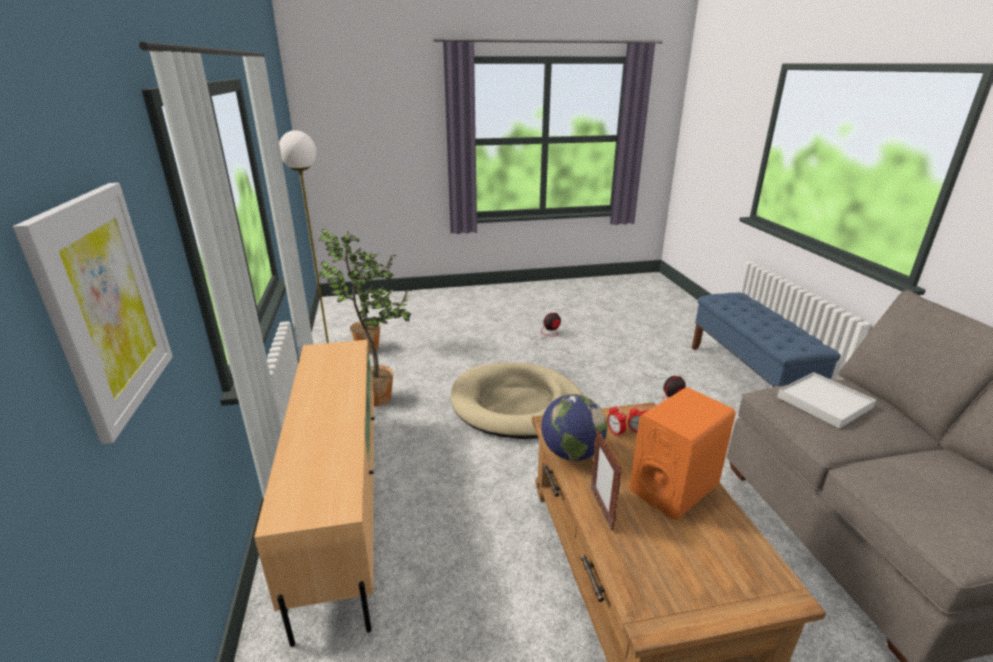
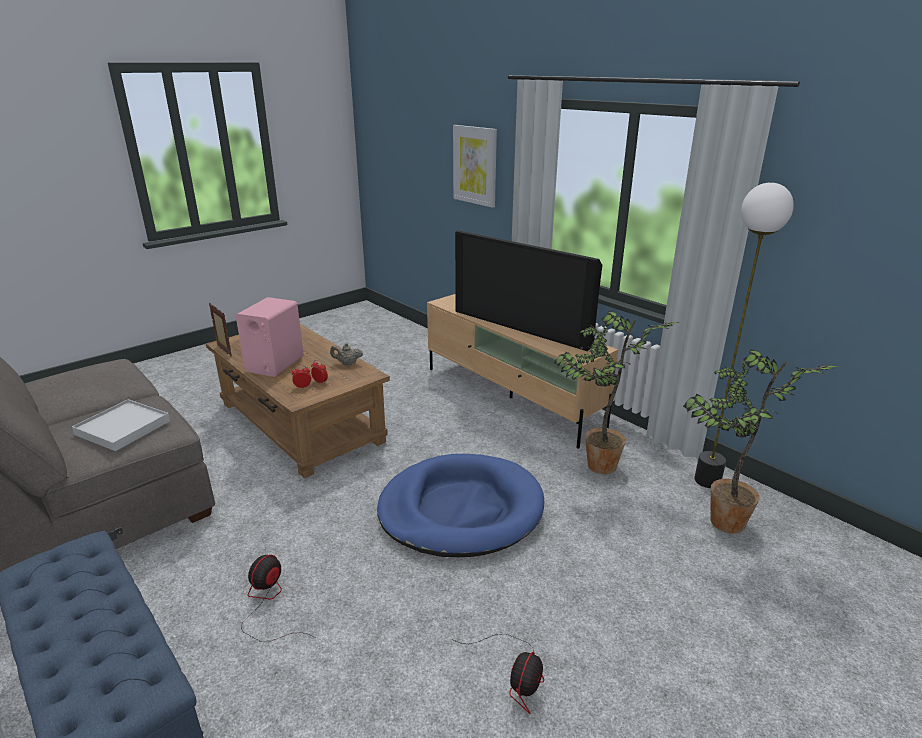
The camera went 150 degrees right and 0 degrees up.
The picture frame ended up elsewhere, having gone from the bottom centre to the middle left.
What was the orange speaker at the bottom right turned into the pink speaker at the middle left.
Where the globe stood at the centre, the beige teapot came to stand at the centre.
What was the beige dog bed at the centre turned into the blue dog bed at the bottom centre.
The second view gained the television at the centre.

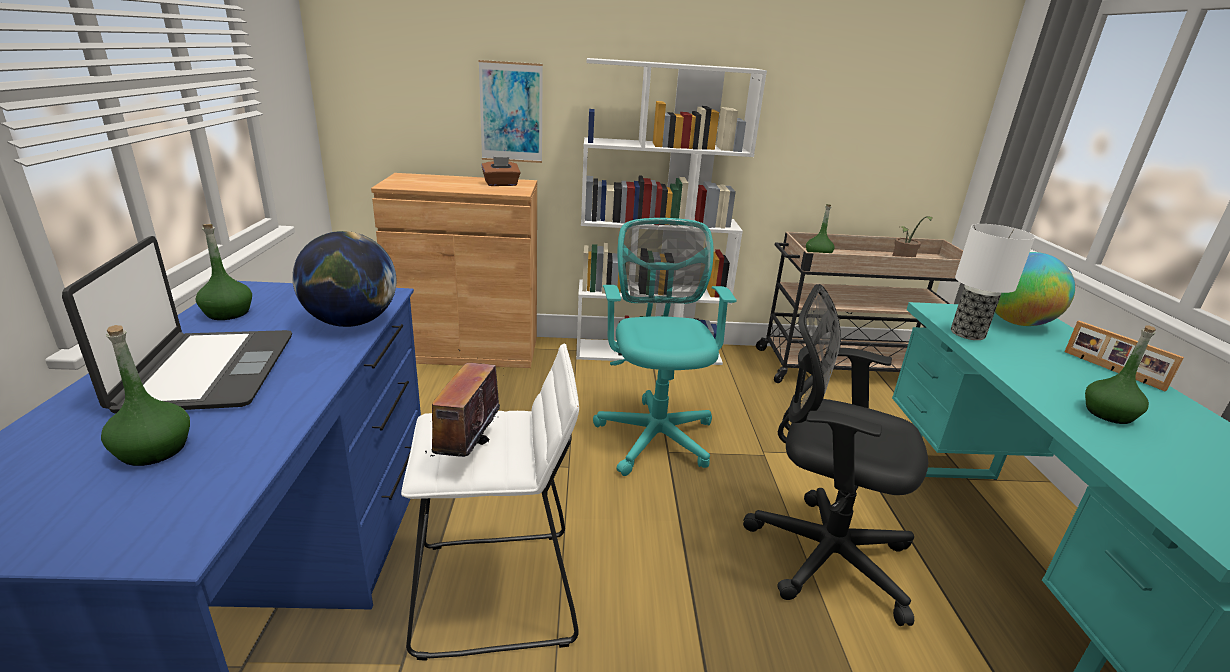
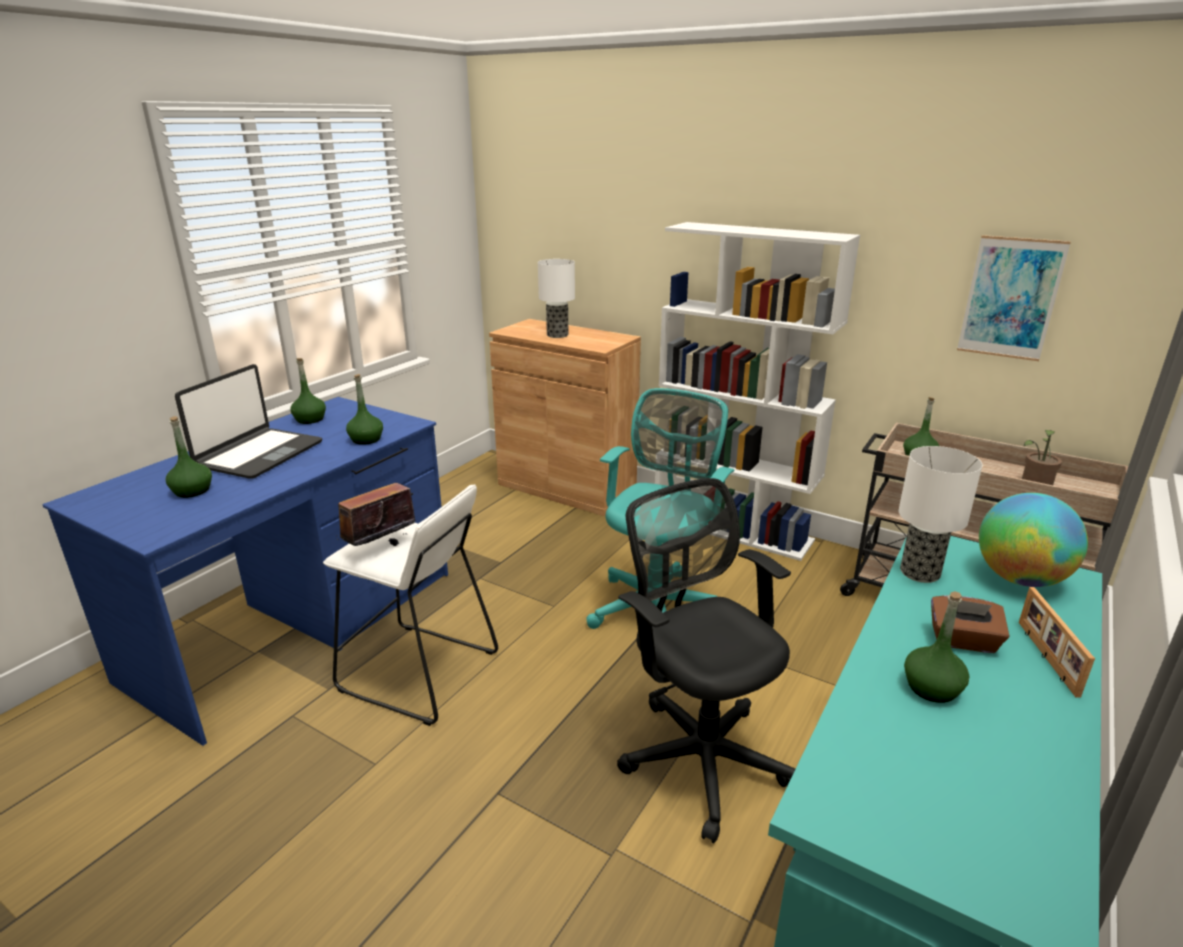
The camera went 35 degrees right and 0 degrees up.
Where the globe (1st from left) stood at the middle left, the green bottle (3rd from left) came to stand at the middle left.
The second view gained the table lamp (1st from left) at the top centre.
The brown tissue box ended up elsewhere, having gone from the top centre to the middle right.
The picture ended up elsewhere, having gone from the top centre to the top right.

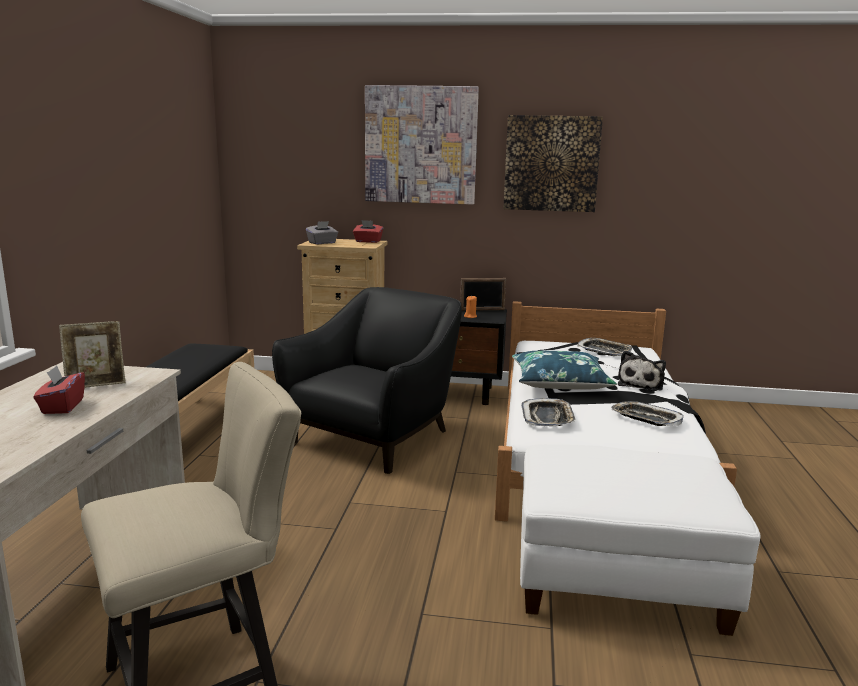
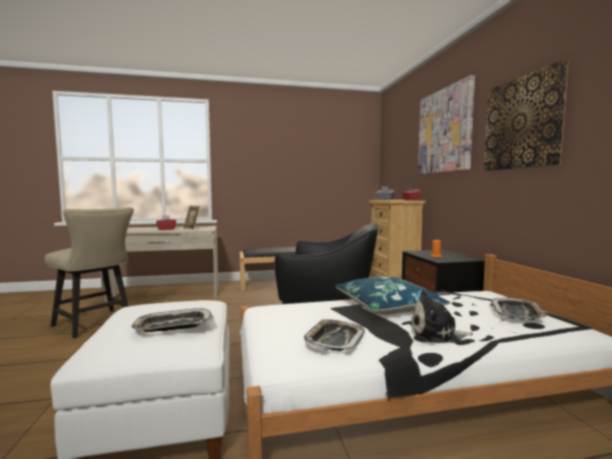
The camera went 70 degrees right and 10 degrees down.
The tray (1st from left) ended up elsewhere, having gone from the centre to the bottom left.
The second view lost the picture frame (2nd from left) at the centre.

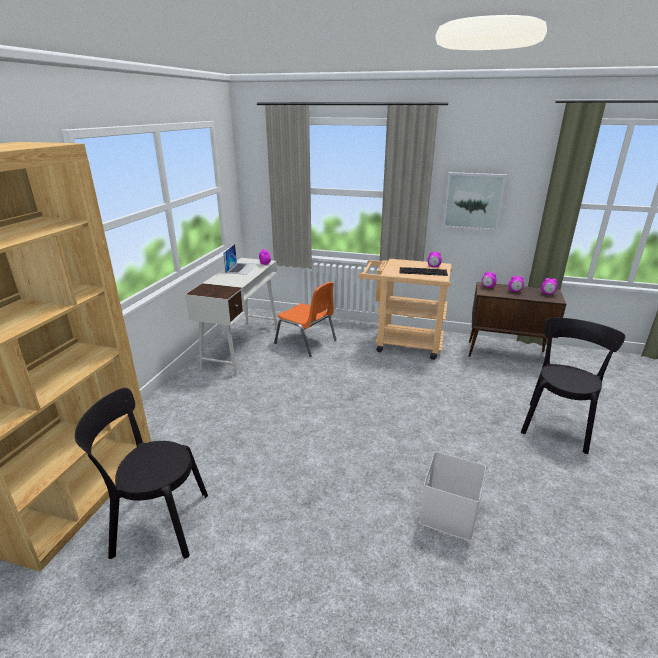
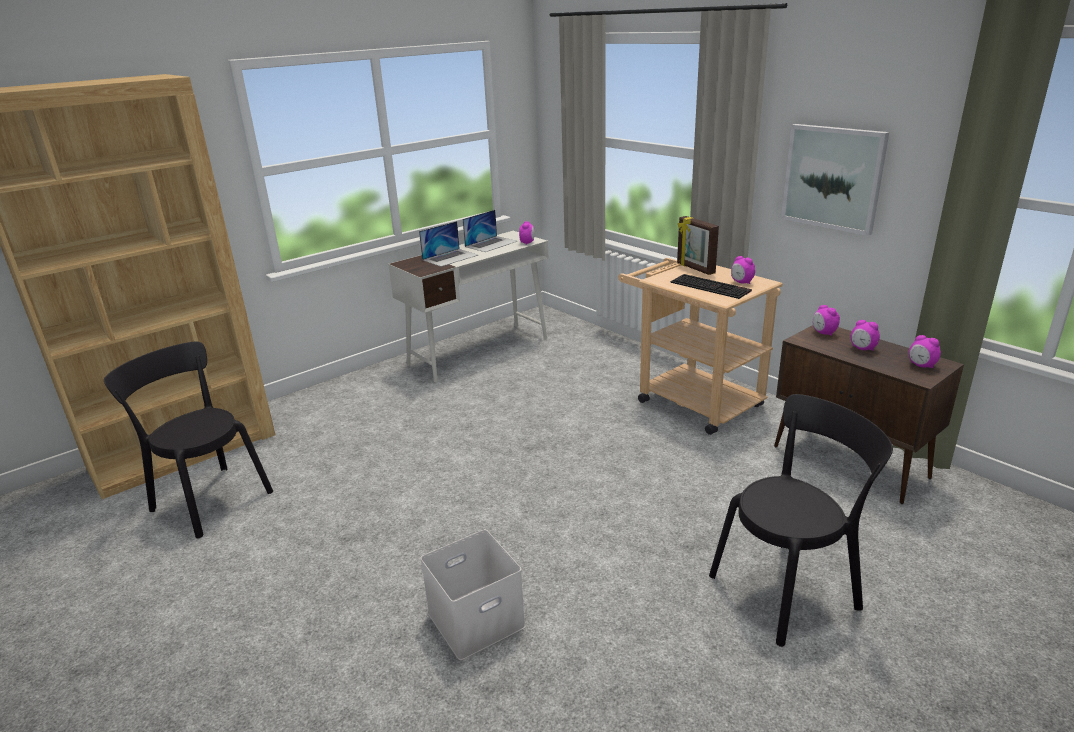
The camera went 35 degrees right and 0 degrees up.
The second view gained the laptop (1st from left) at the centre.
The second view gained the picture frame at the centre.
The second view lost the orange chair at the centre.

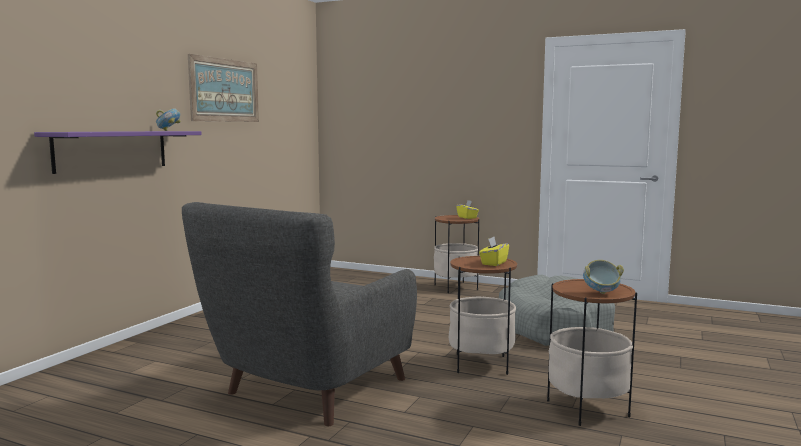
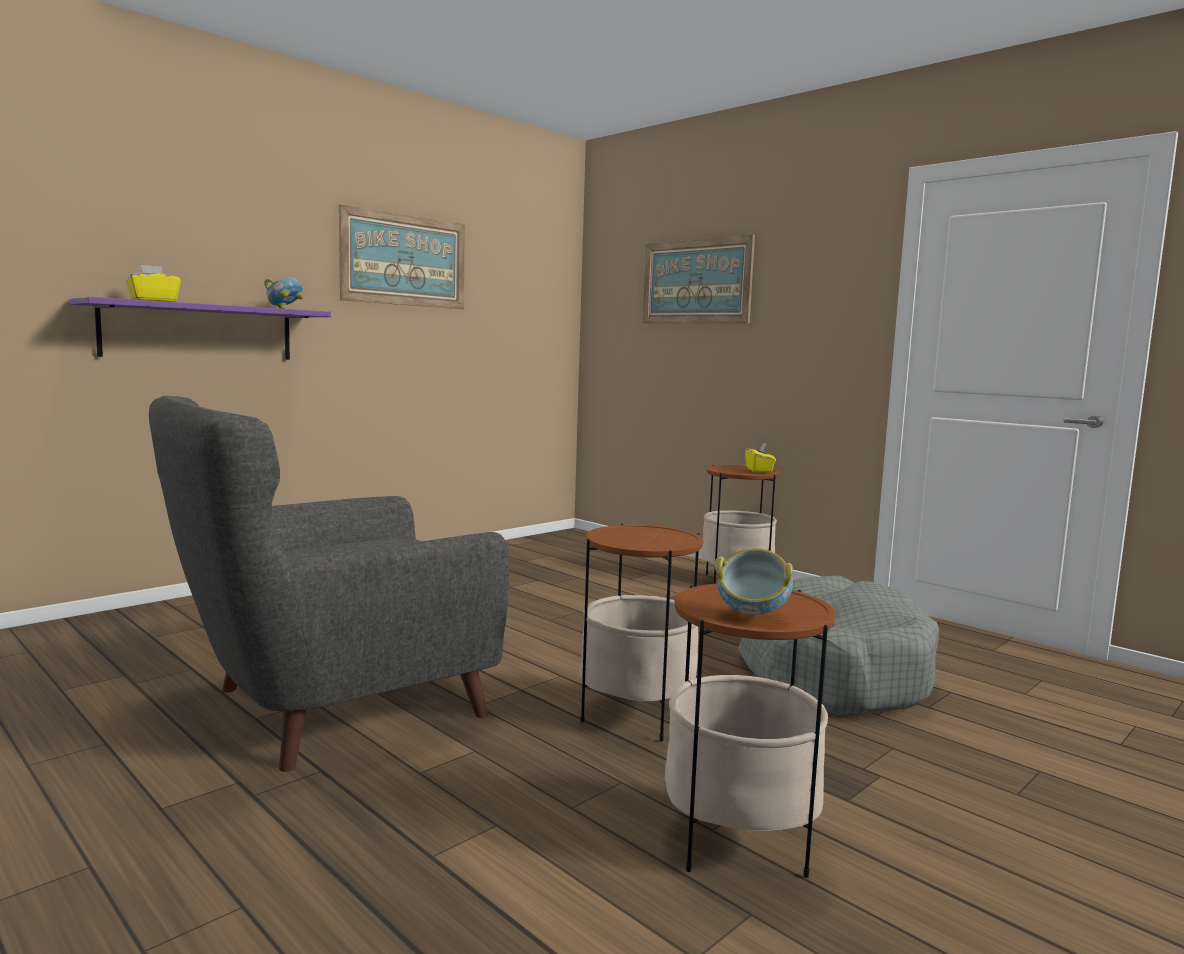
The camera went 20 degrees right and 0 degrees up.
The yellow tissue box (2nd from left in the first image) ended up elsewhere, having gone from the centre to the top left.
The second view gained the picture (2nd from left) at the top centre.

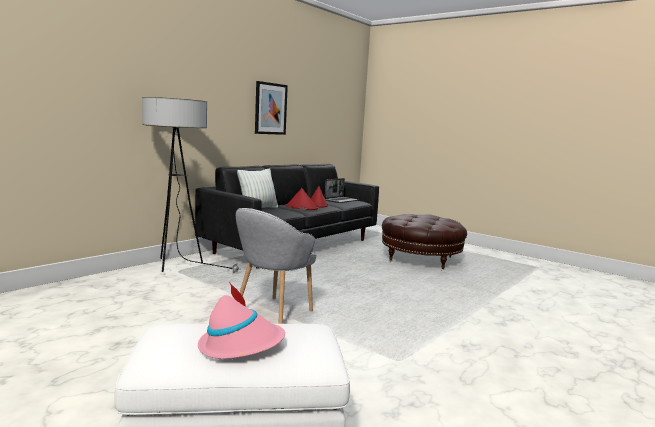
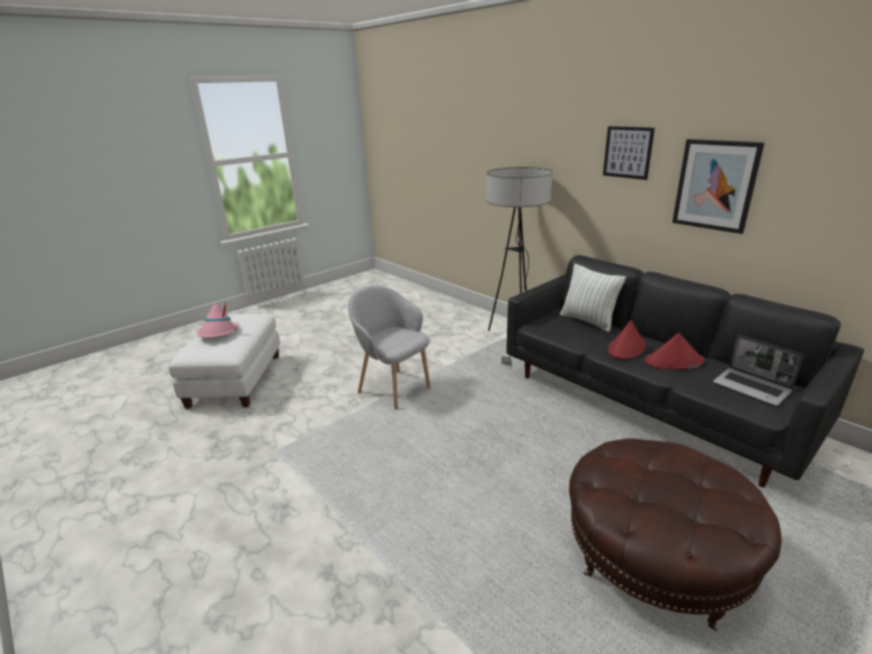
The camera went 100 degrees right and 15 degrees up.
The second view gained the picture (1st from left) at the top right.

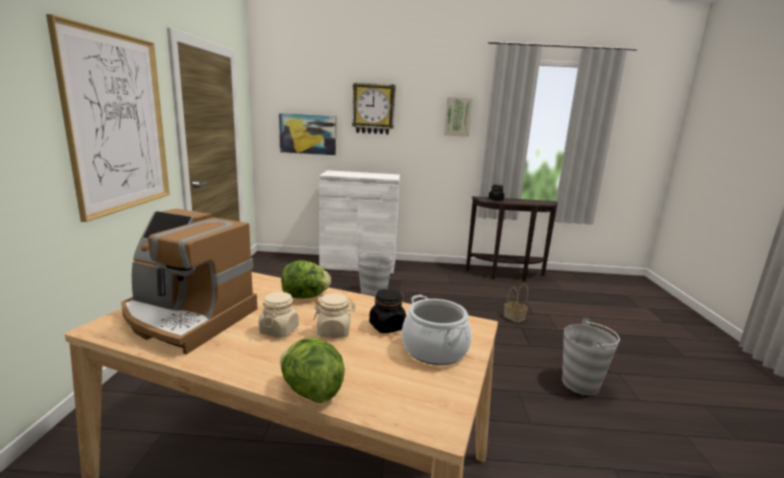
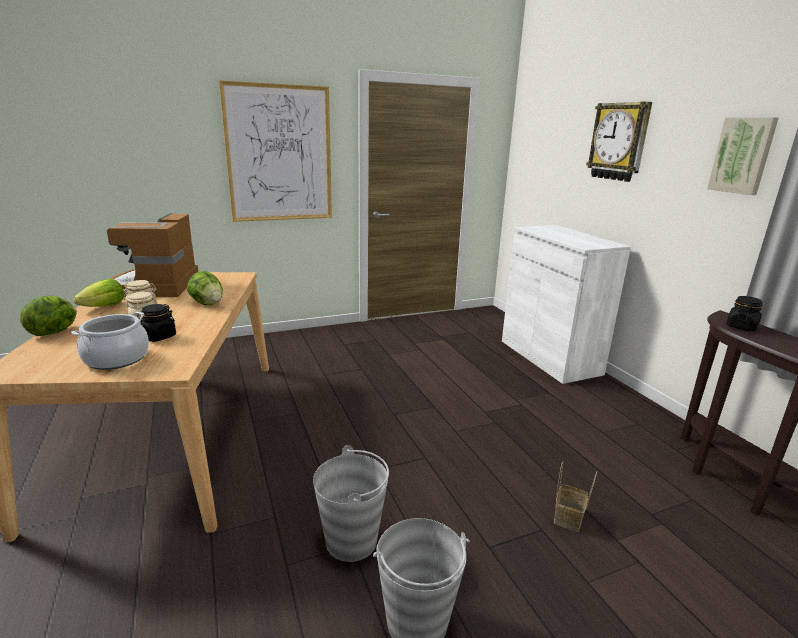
The camera went 65 degrees right and 5 degrees up.
The second view gained the lettuce (2nd from left) at the middle left.
The grey bucket (1st from left) ended up elsewhere, having gone from the centre to the bottom centre.
The second view lost the picture (2nd from left) at the top centre.

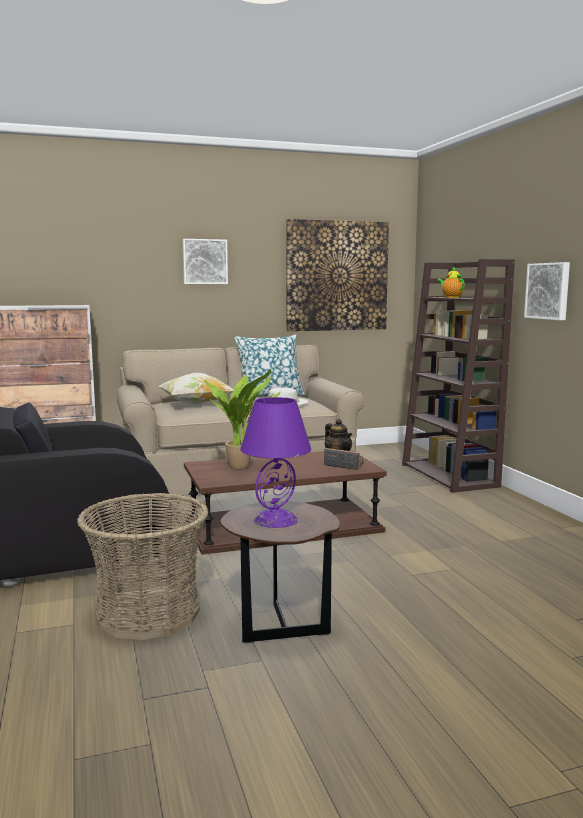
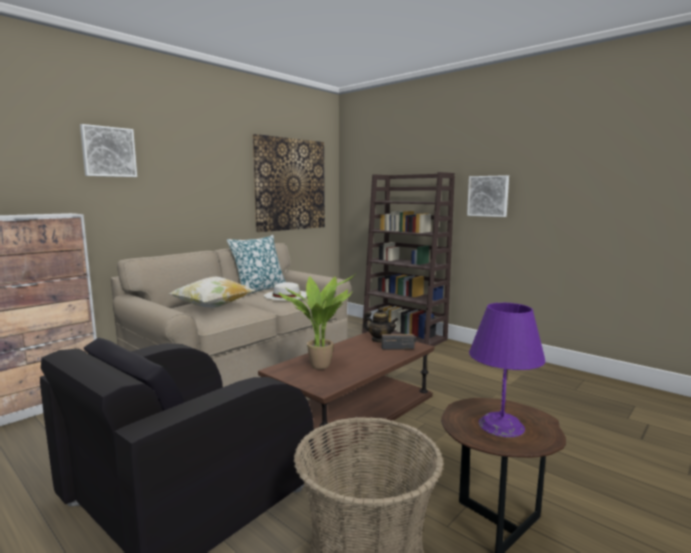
The camera went 30 degrees left and 0 degrees up.
The picture (1st from left) ended up elsewhere, having gone from the top centre to the top left.
The second view lost the teapot (2nd from left) at the middle right.

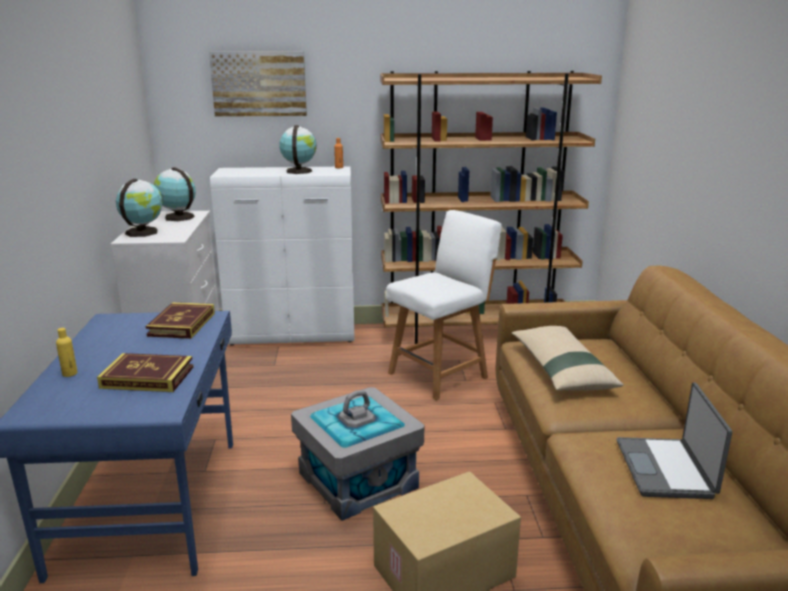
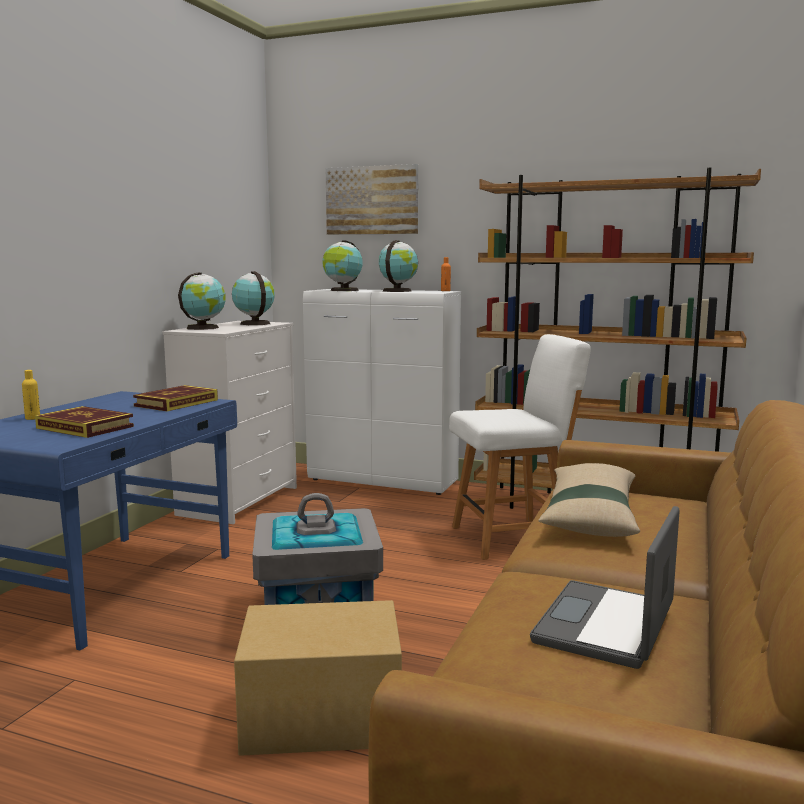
The camera went 25 degrees right and 10 degrees down.
The second view gained the globe (3rd from left) at the top centre.

